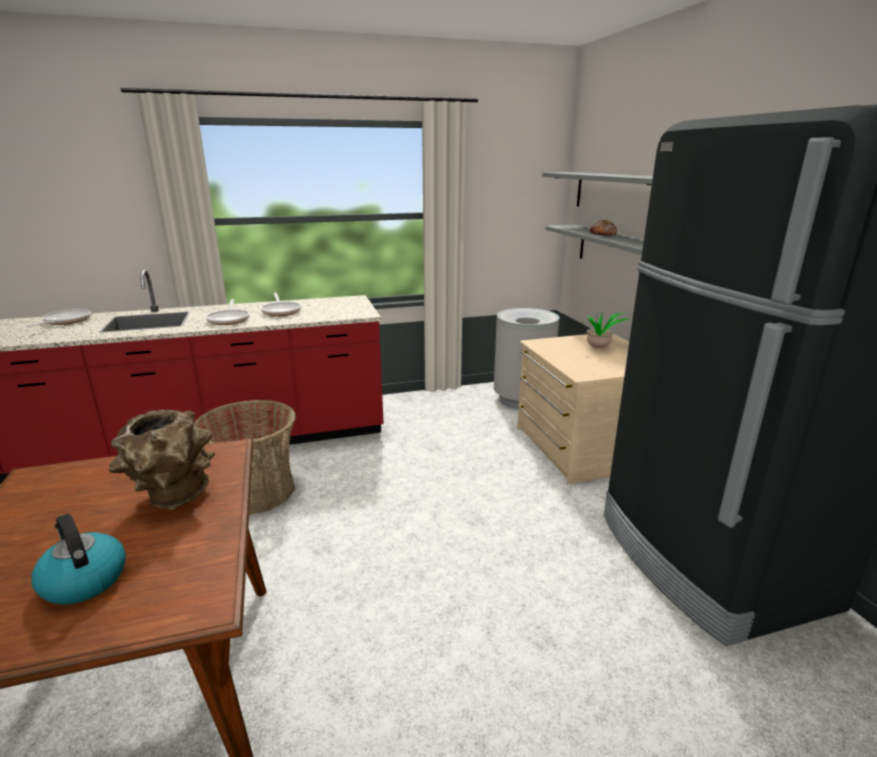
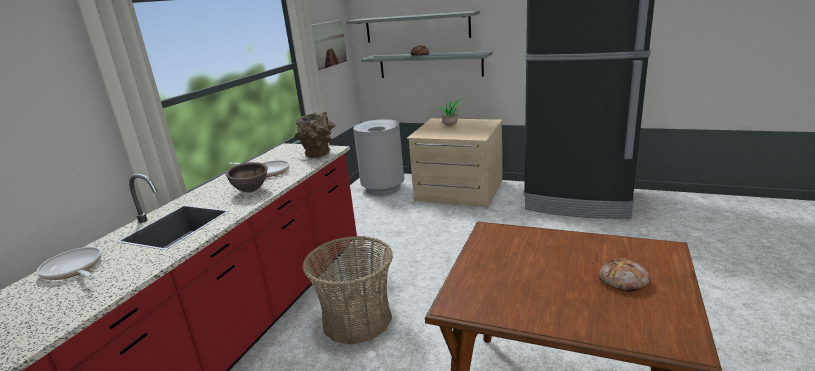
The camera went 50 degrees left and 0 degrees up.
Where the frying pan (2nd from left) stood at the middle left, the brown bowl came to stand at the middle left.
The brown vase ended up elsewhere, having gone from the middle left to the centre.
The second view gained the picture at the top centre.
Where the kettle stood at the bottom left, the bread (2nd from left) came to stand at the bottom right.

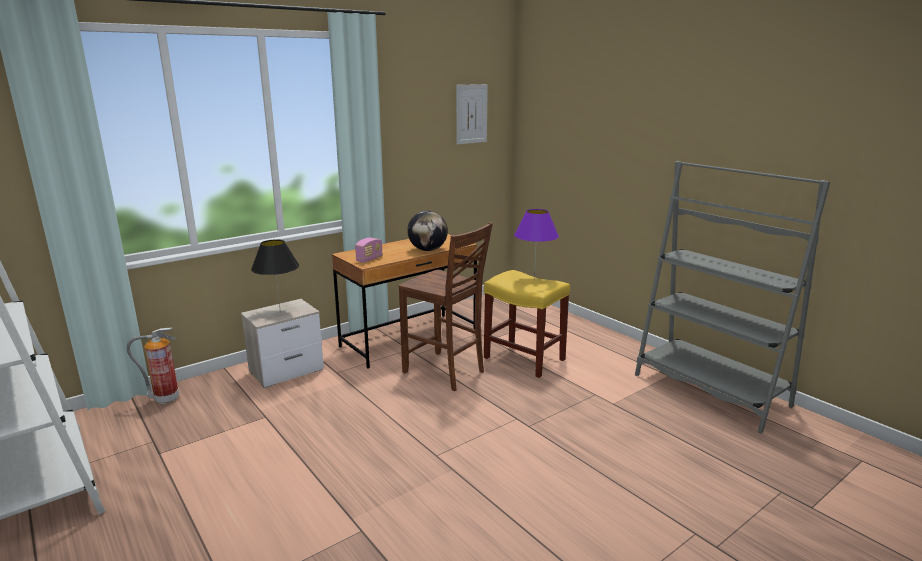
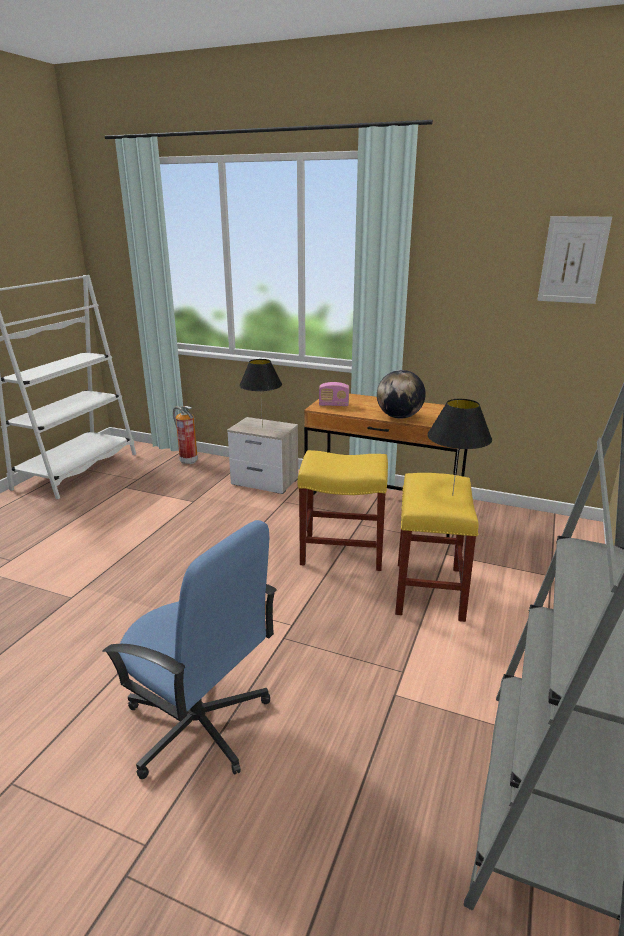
The camera went 60 degrees right and 5 degrees up.
The second view gained the blue office chair at the bottom left.
Where the brown chair stood at the centre, the yellow stool (1st from left) came to stand at the centre.
What was the purple table lamp at the centre turned into the black table lamp (2nd from left) at the middle right.

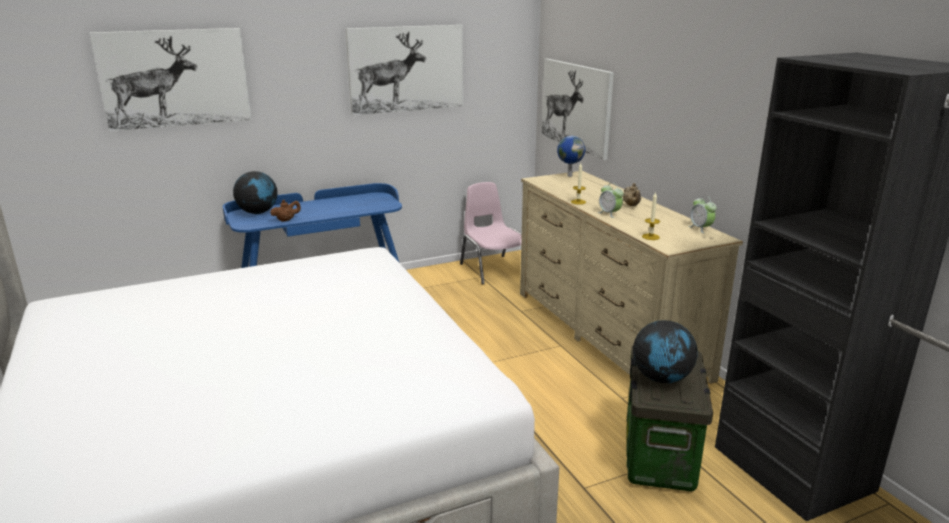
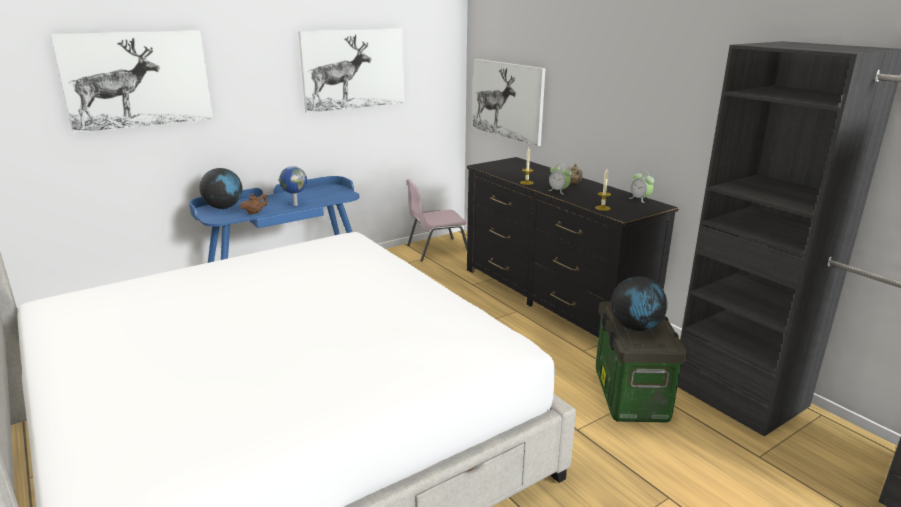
The camera went 10 degrees left and 0 degrees up.
The globe (2nd from left) ended up elsewhere, having gone from the top centre to the middle left.
The pink chair at the centre ended up facing another way, 75 degrees counterclockwise from before.
What was the beige dresser at the centre turned into the black dresser at the centre.

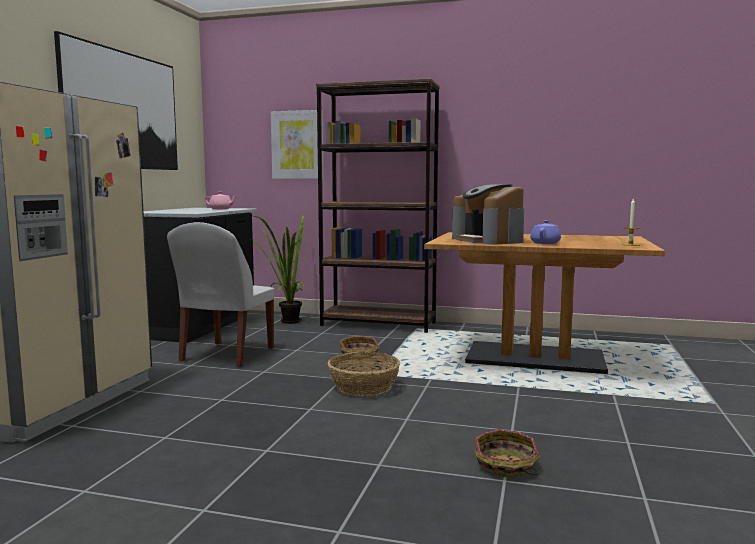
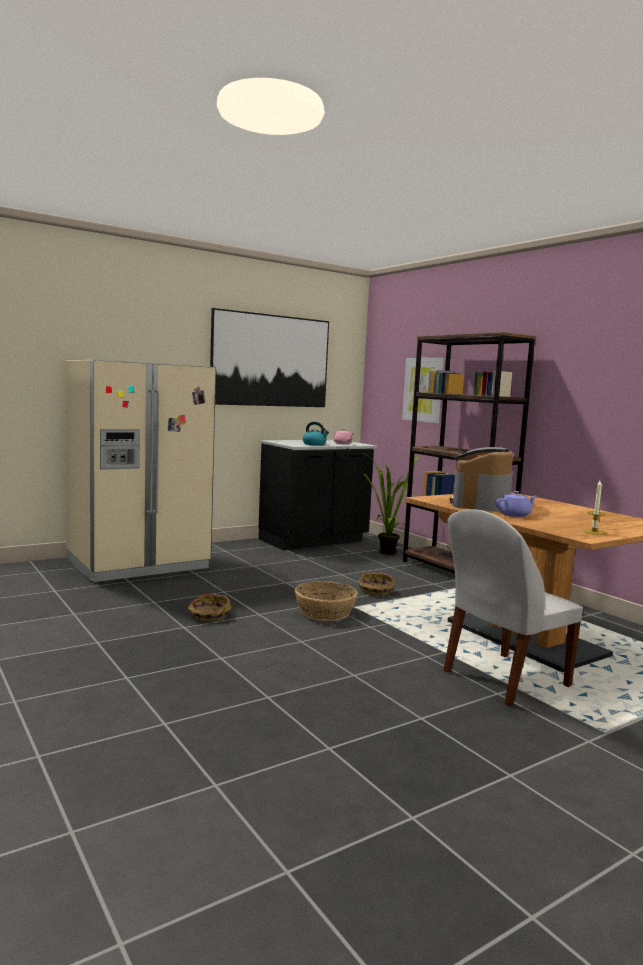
The camera went 40 degrees right and 0 degrees up.
The basket (3rd from left in the first image) ended up elsewhere, having gone from the bottom right to the middle left.
The second view gained the kettle at the centre.
The white chair ended up elsewhere, having gone from the middle left to the middle right.

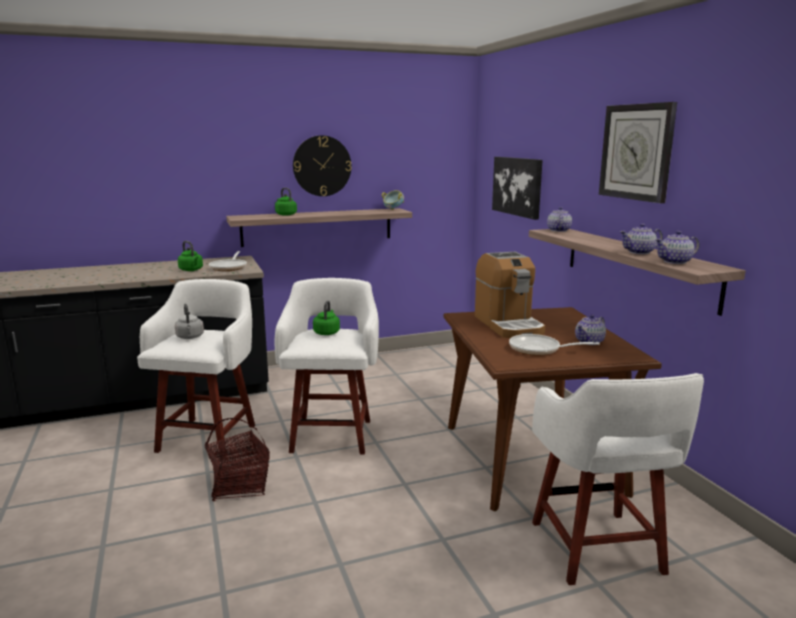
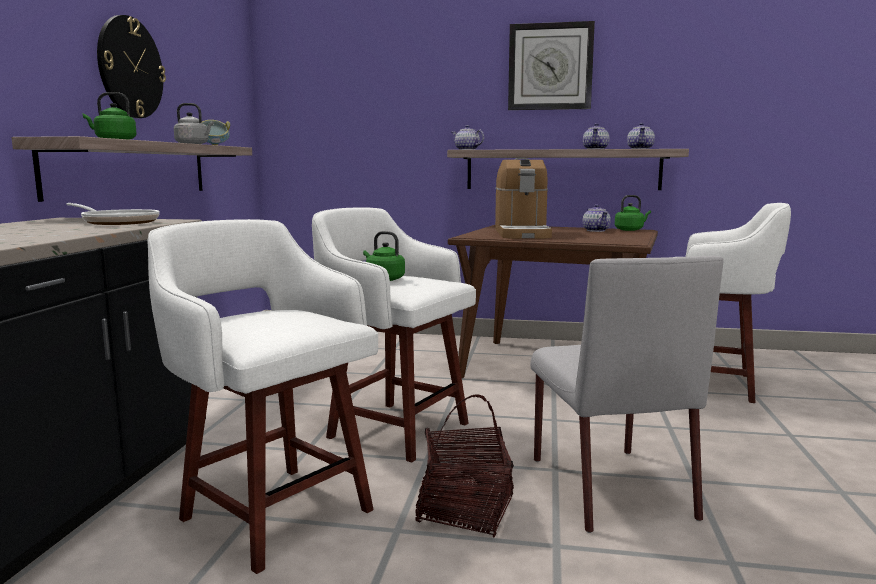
The camera went 60 degrees left and 5 degrees down.
The grey kettle ended up elsewhere, having gone from the middle left to the top left.
The coffee machine at the centre ended up facing another way, 75 degrees clockwise from before.
The second view gained the grey chair at the bottom right.
The green kettle (1st from left in the first image) ended up elsewhere, having gone from the middle left to the middle right.
The second view lost the picture at the top centre.
The second view lost the frying pan (2nd from left) at the middle right.

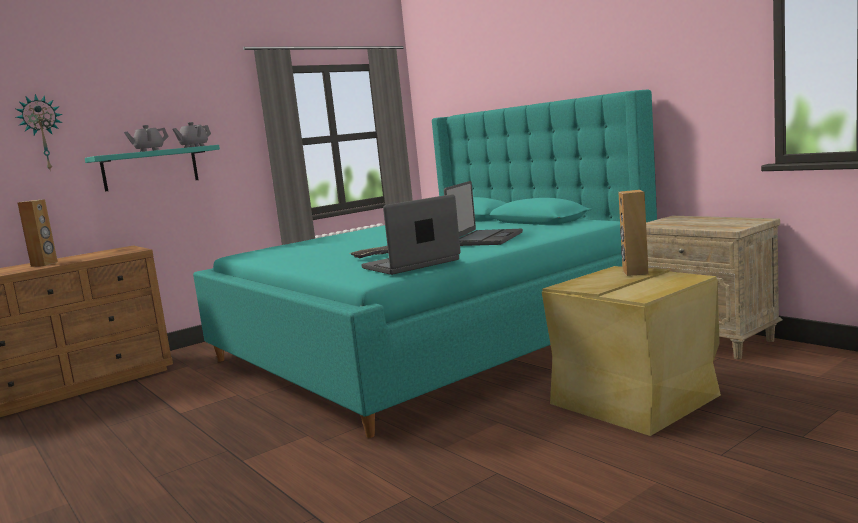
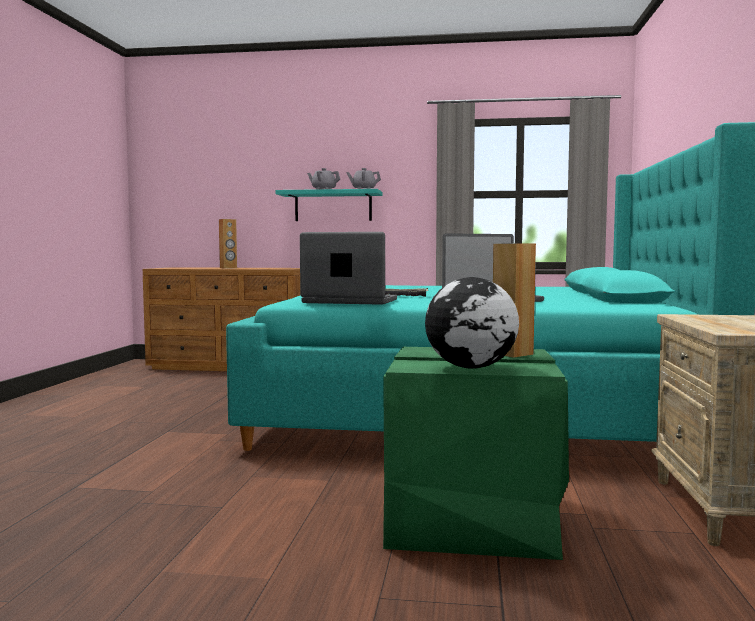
The camera went 45 degrees right and 5 degrees down.
What was the beige storage box at the bottom right turned into the green storage box at the bottom centre.
The second view gained the globe at the centre.
The second view lost the wall clock at the top left.

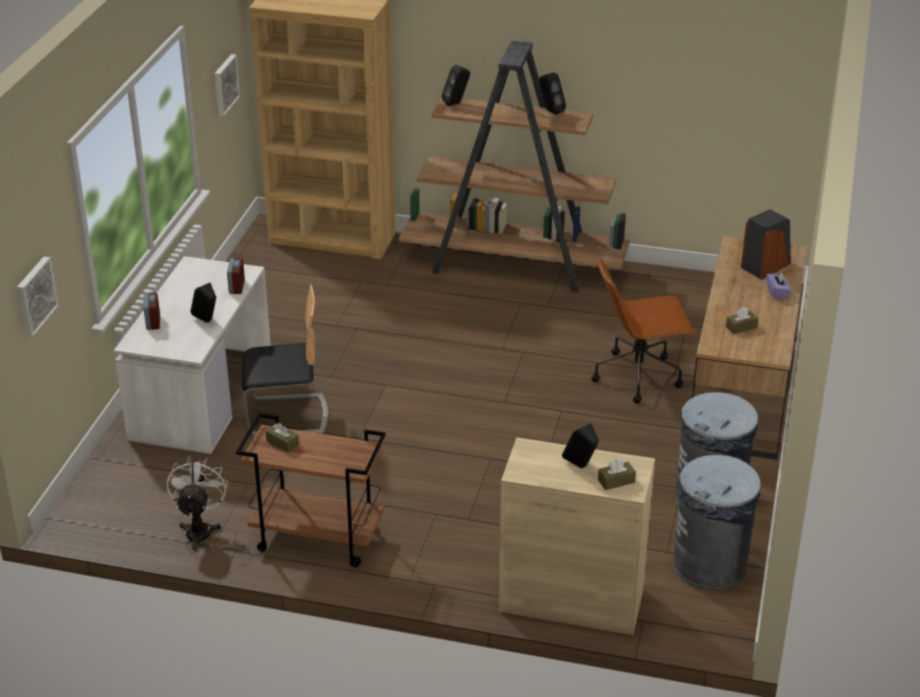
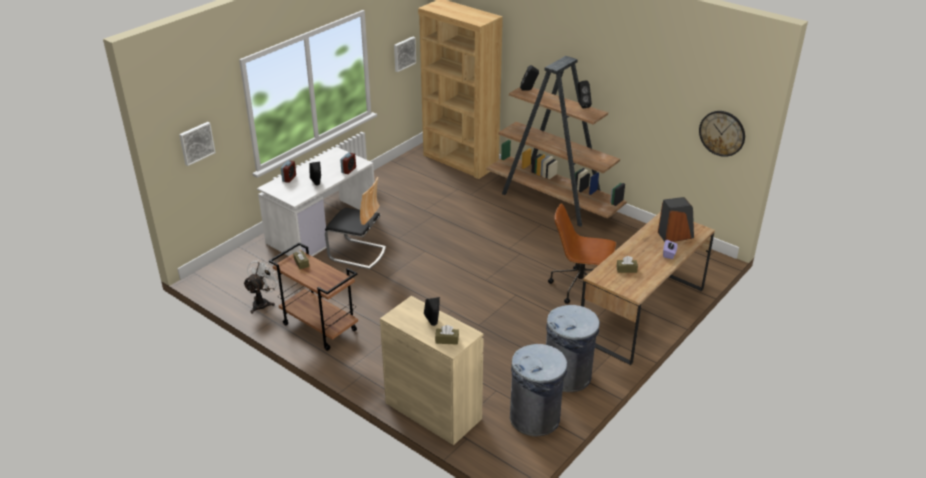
The camera went 25 degrees right and 0 degrees up.
The second view gained the wall clock at the top right.

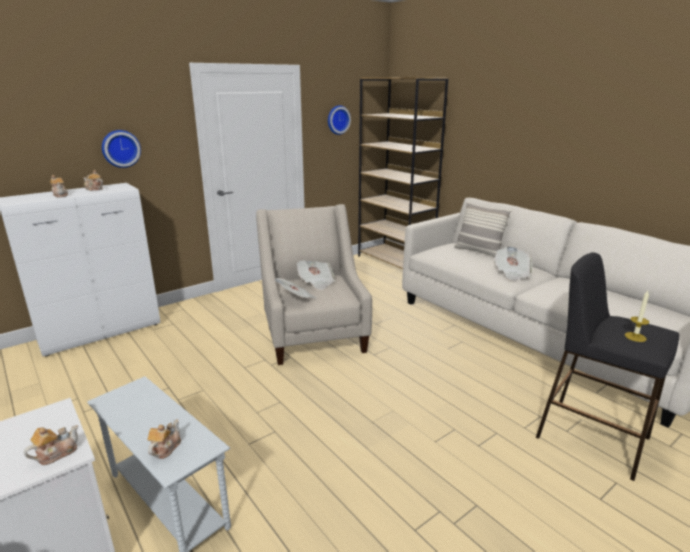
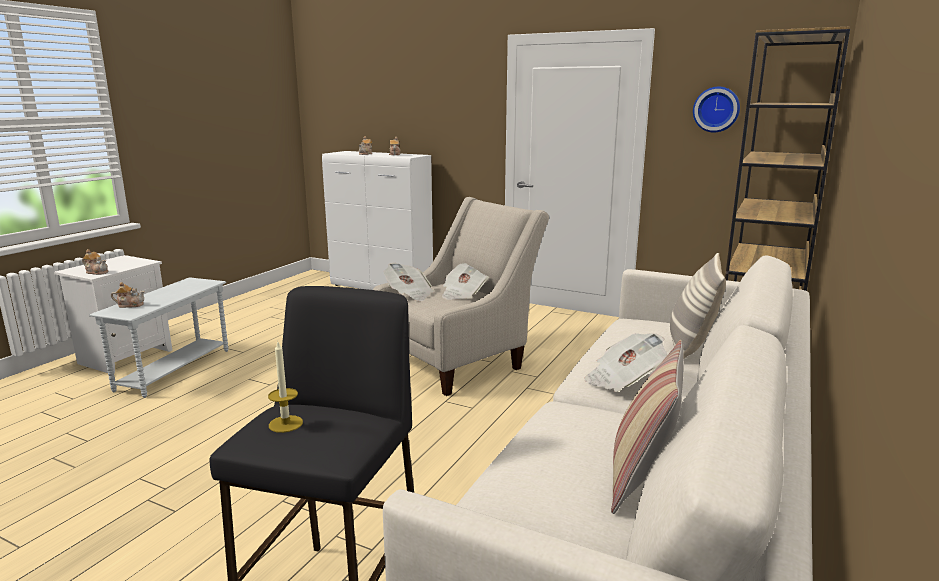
The camera went 65 degrees right and 5 degrees down.
The second view gained the pillow (1st from left) at the bottom right.
The second view lost the wall clock (1st from left) at the top left.

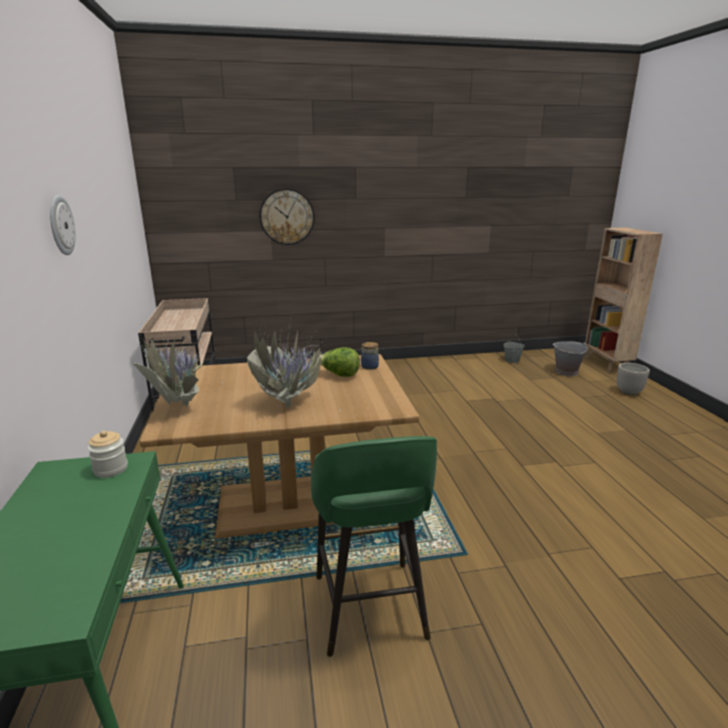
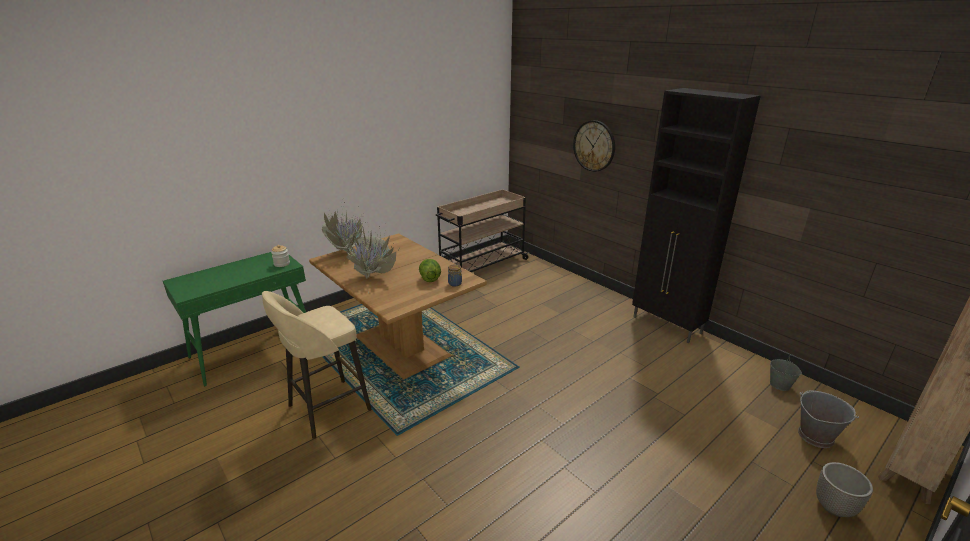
The camera went 60 degrees right and 5 degrees up.
What was the green stool at the bottom centre turned into the beige stool at the bottom left.
The second view gained the black cabinet at the middle right.
The second view lost the wall clock (1st from left) at the top left.

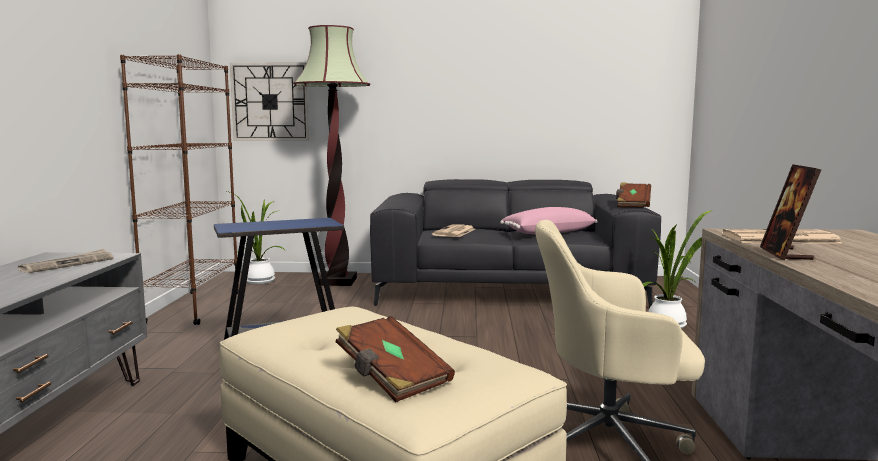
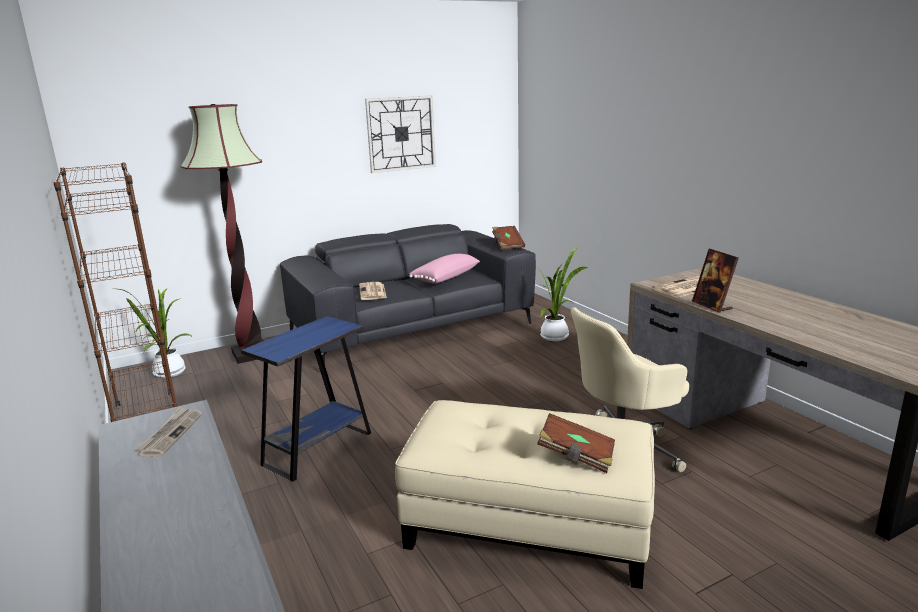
The camera went 30 degrees left and 10 degrees up.
The wall clock ended up elsewhere, having gone from the top left to the top centre.

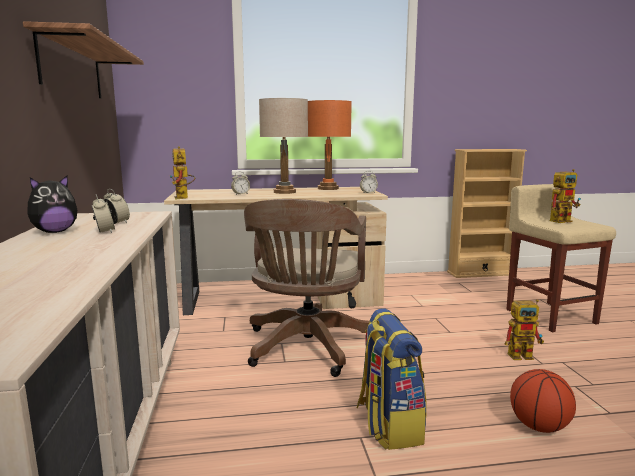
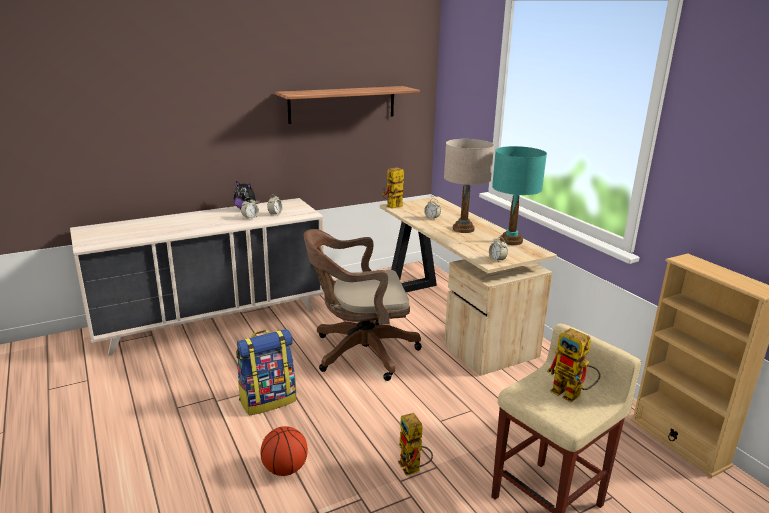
The camera went 70 degrees right and 10 degrees up.
What was the orange table lamp at the top centre turned into the turquoise table lamp at the middle right.

